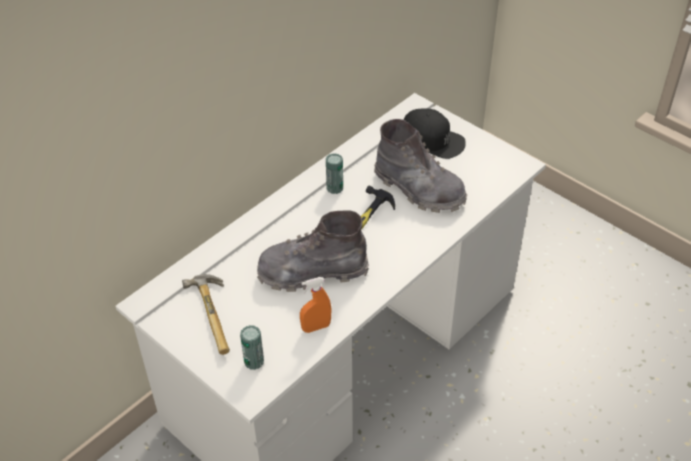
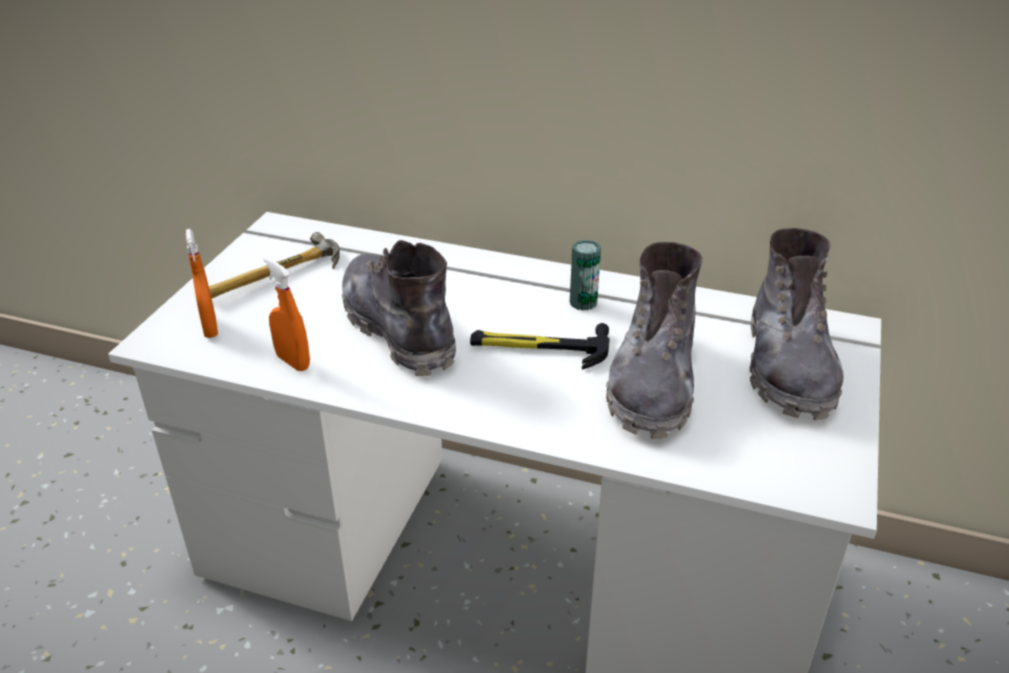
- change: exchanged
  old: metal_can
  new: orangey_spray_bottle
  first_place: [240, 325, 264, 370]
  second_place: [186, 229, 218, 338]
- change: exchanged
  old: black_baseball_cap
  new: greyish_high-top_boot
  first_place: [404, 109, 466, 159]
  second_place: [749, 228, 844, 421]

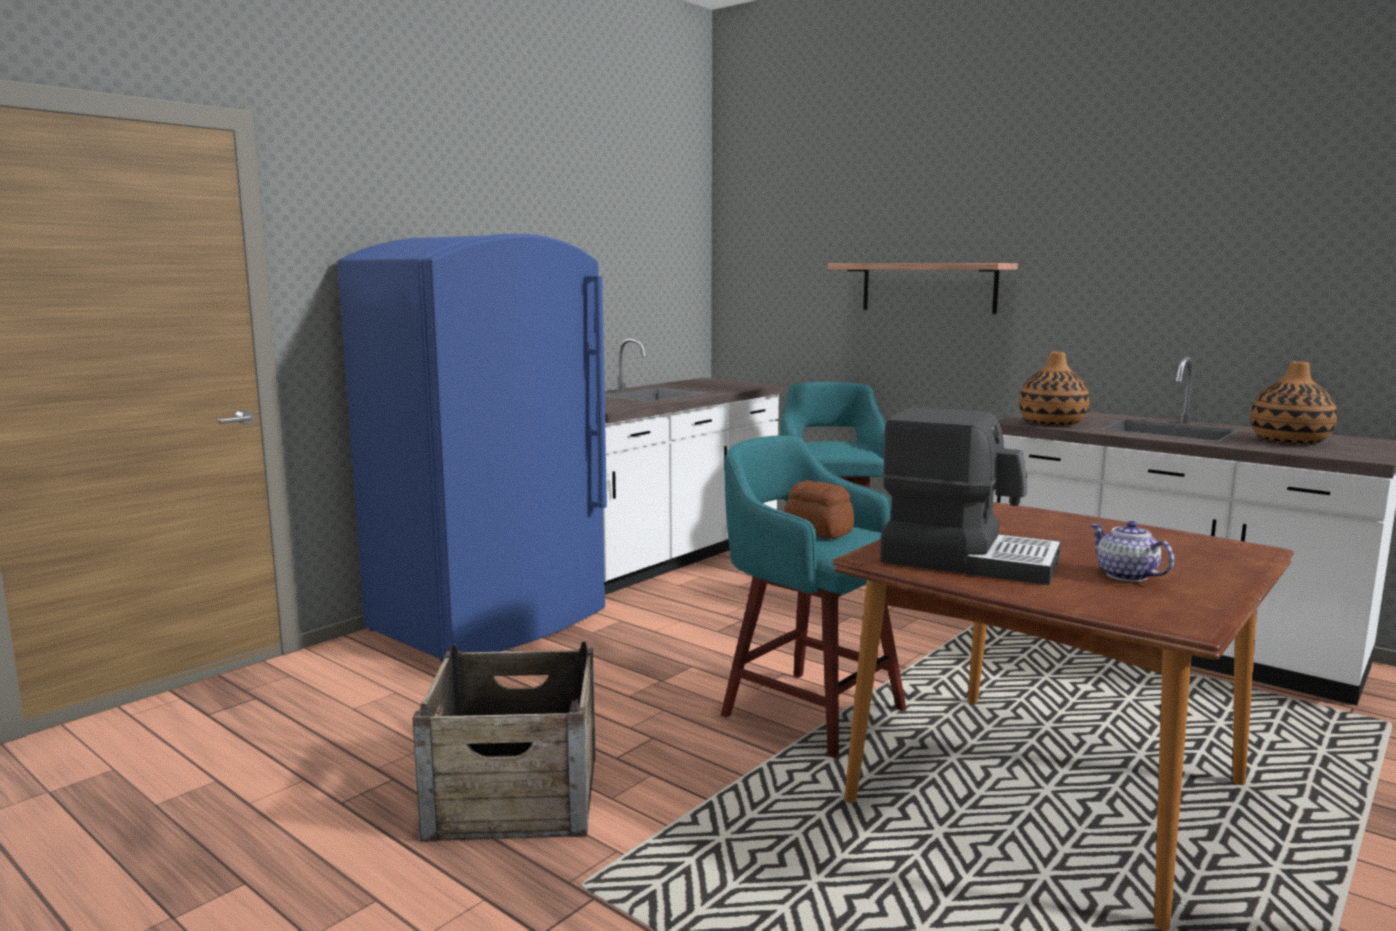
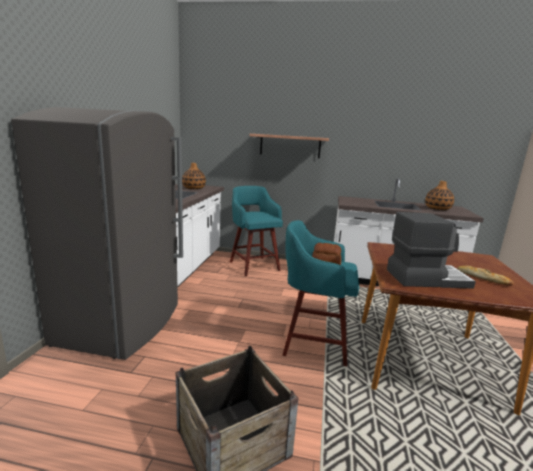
- change: colour
  old: bluish_refrigerator
  new: greyish_refrigerator
  first_place: [337, 234, 607, 661]
  second_place: [11, 107, 183, 360]
- change: relocated
  old: vase
  first_place: [1019, 352, 1090, 425]
  second_place: [182, 163, 206, 189]
- change: exchanged
  old: tea_pot
  new: baked_bread
  first_place: [1090, 521, 1174, 582]
  second_place: [457, 266, 513, 286]

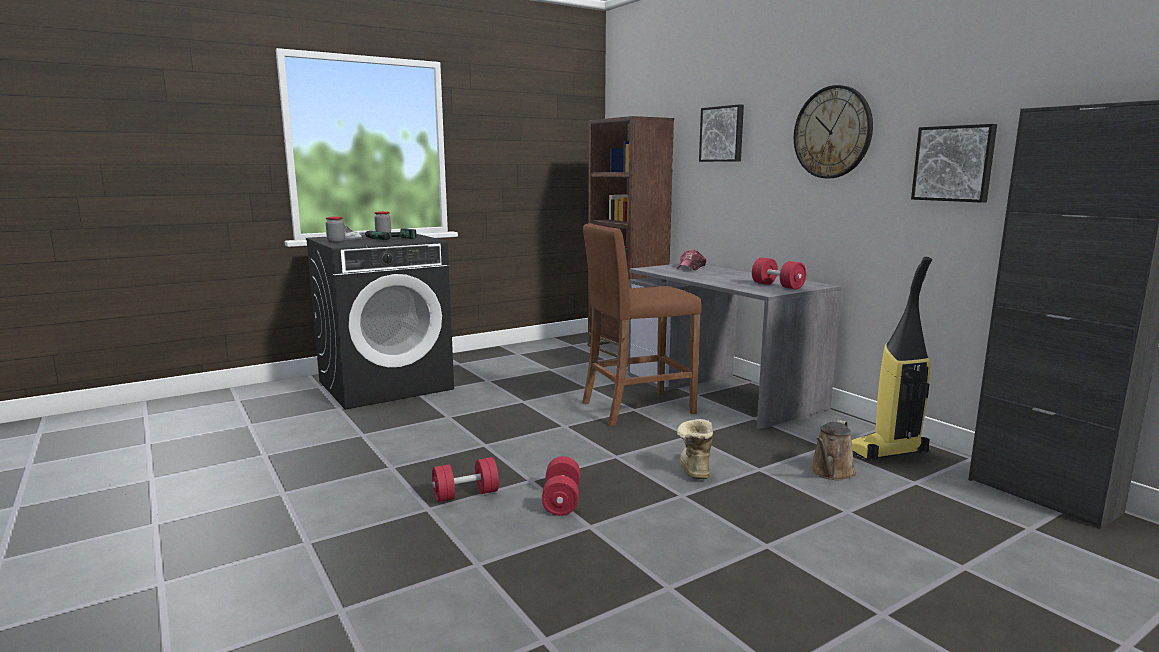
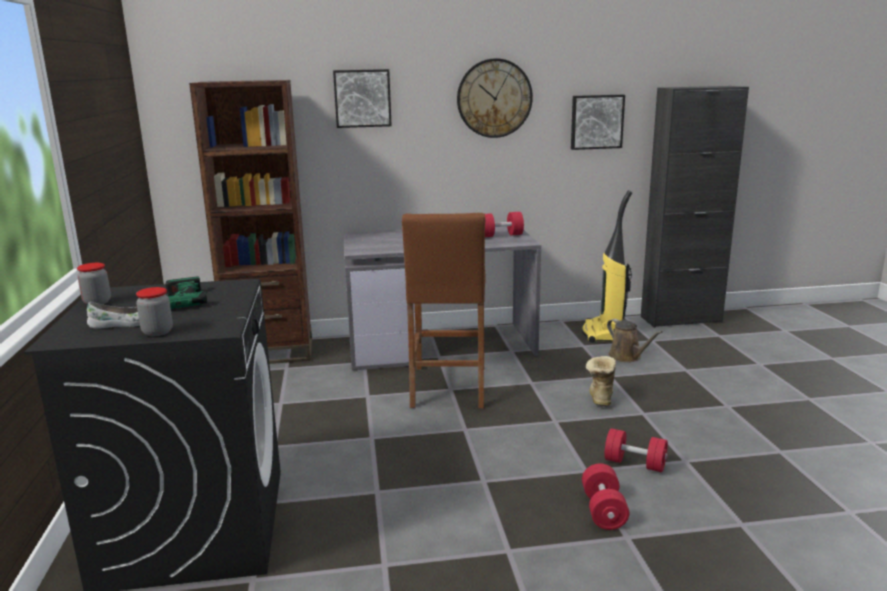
- change: spun
  old: high-top_boot
  first_place: [677, 419, 713, 479]
  second_place: [586, 356, 616, 406]
  degrees: 75
- change: missing
  old: baseball_cap
  first_place: [677, 250, 706, 271]

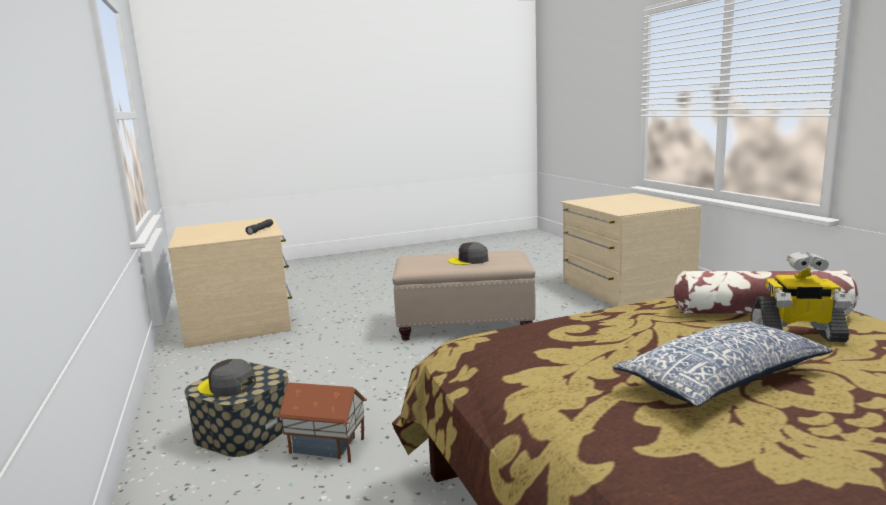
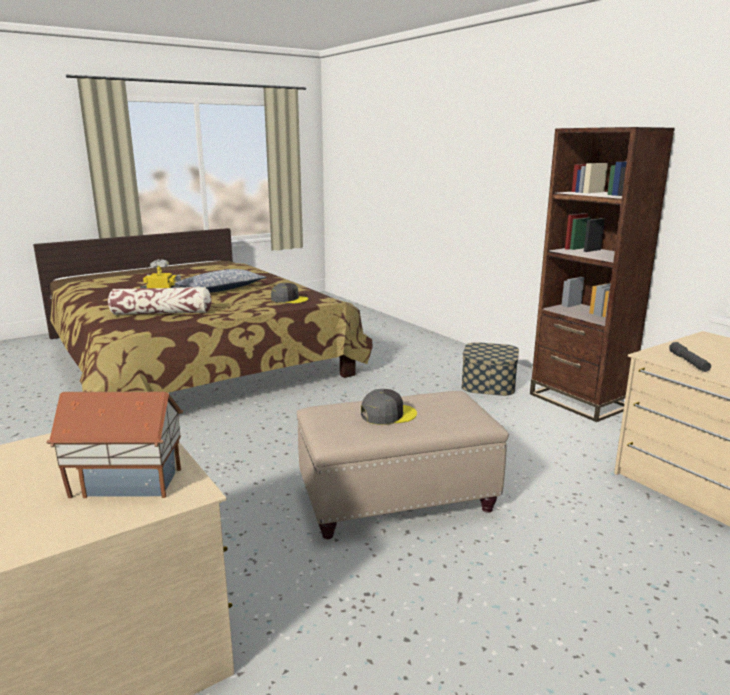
- change: relocated
  old: model_house
  first_place: [277, 382, 367, 463]
  second_place: [46, 392, 183, 498]
- change: relocated
  old: greyish_baseball_cap
  first_place: [198, 359, 256, 397]
  second_place: [271, 283, 308, 303]
- change: appeared
  new: brown-coloured_shelving_unit
  second_place: [530, 127, 675, 422]

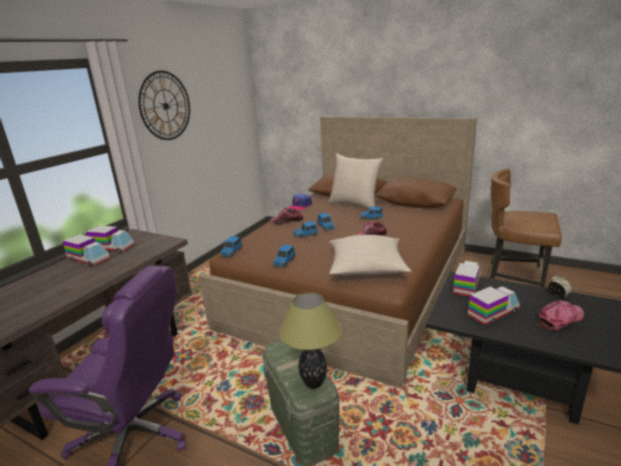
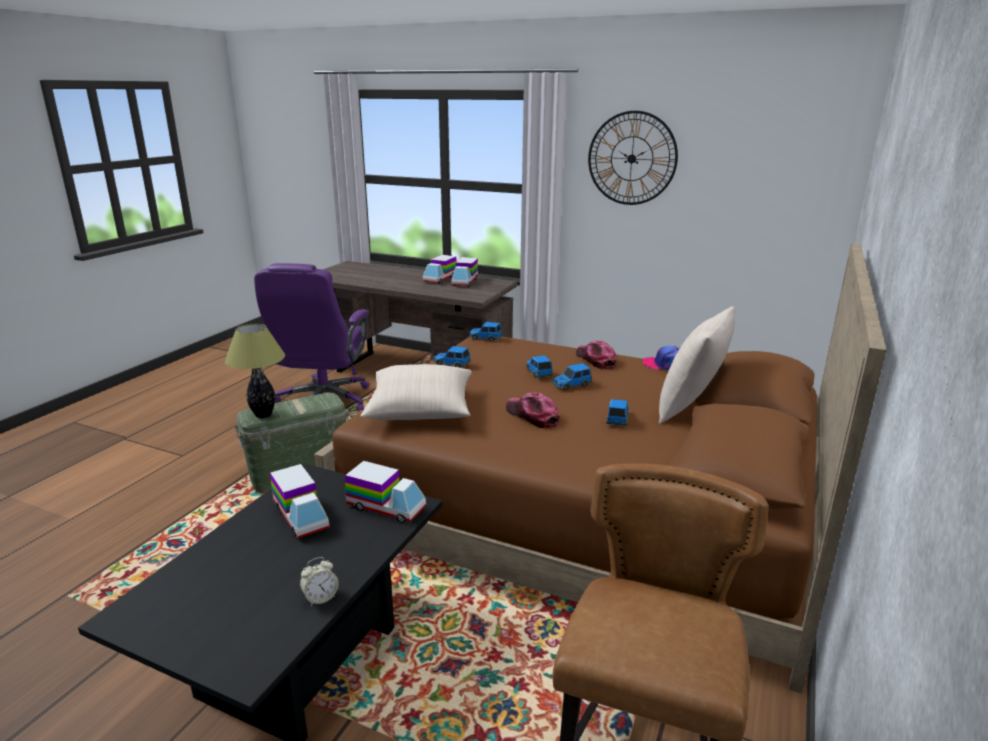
- change: missing
  old: baseball_cap
  first_place: [537, 300, 584, 331]

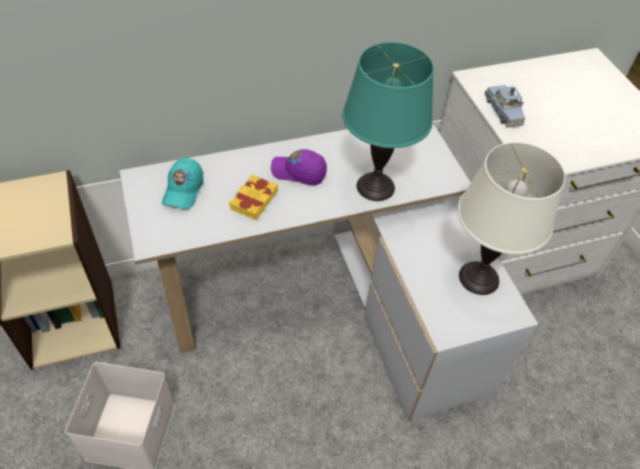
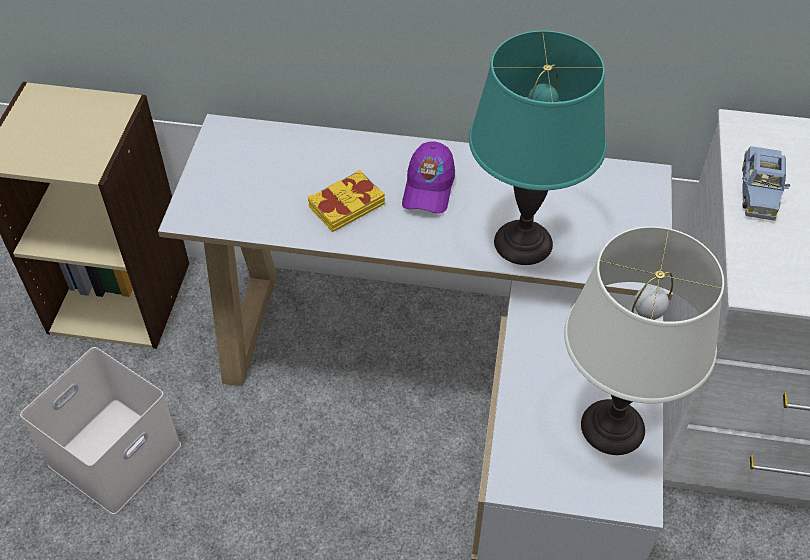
- change: spun
  old: purple_baseball_cap
  first_place: [271, 149, 327, 186]
  second_place: [402, 141, 455, 214]
  degrees: -120
- change: missing
  old: turquoise-coloured_baseball_cap
  first_place: [162, 158, 203, 209]

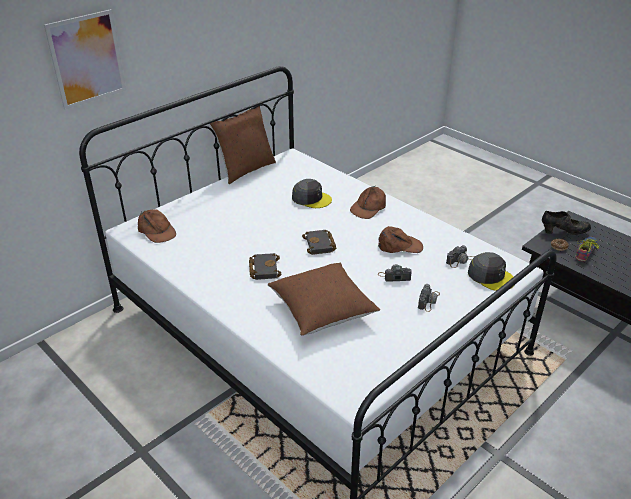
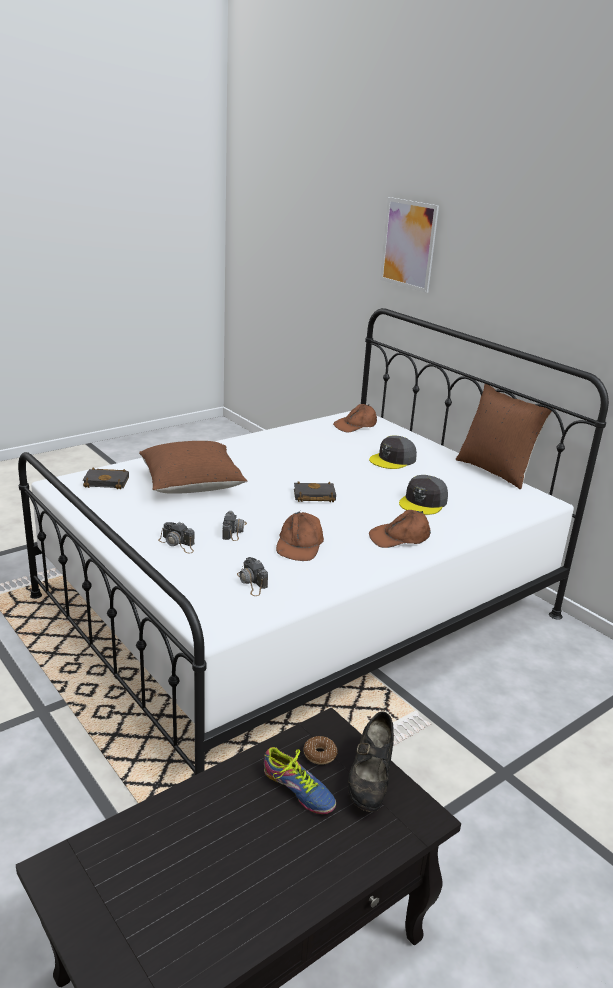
- change: relocated
  old: black_bound_book
  first_place: [249, 253, 282, 280]
  second_place: [83, 468, 129, 489]
- change: relocated
  old: greyish_baseball_cap
  first_place: [468, 252, 514, 291]
  second_place: [369, 436, 417, 469]
- change: spun
  old: brown-coloured_baseball_cap
  first_place: [350, 186, 386, 219]
  second_place: [369, 510, 431, 548]
  degrees: -60

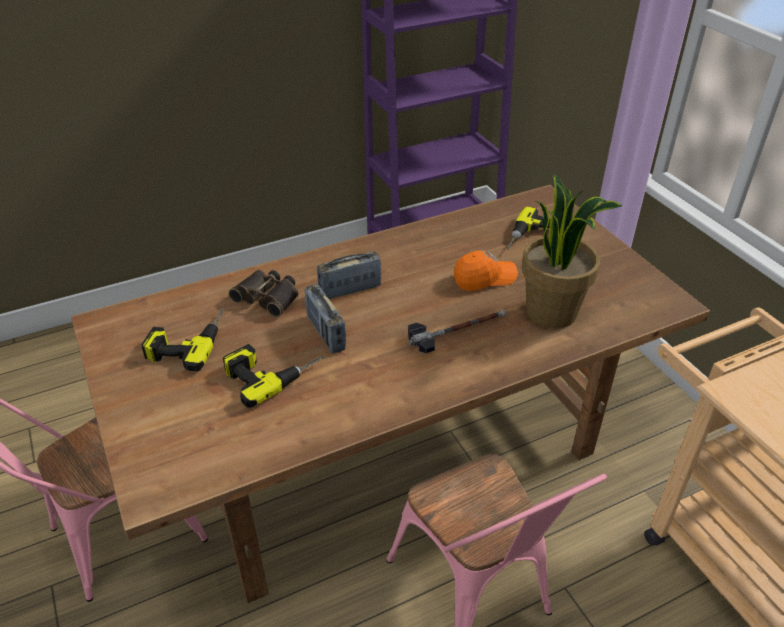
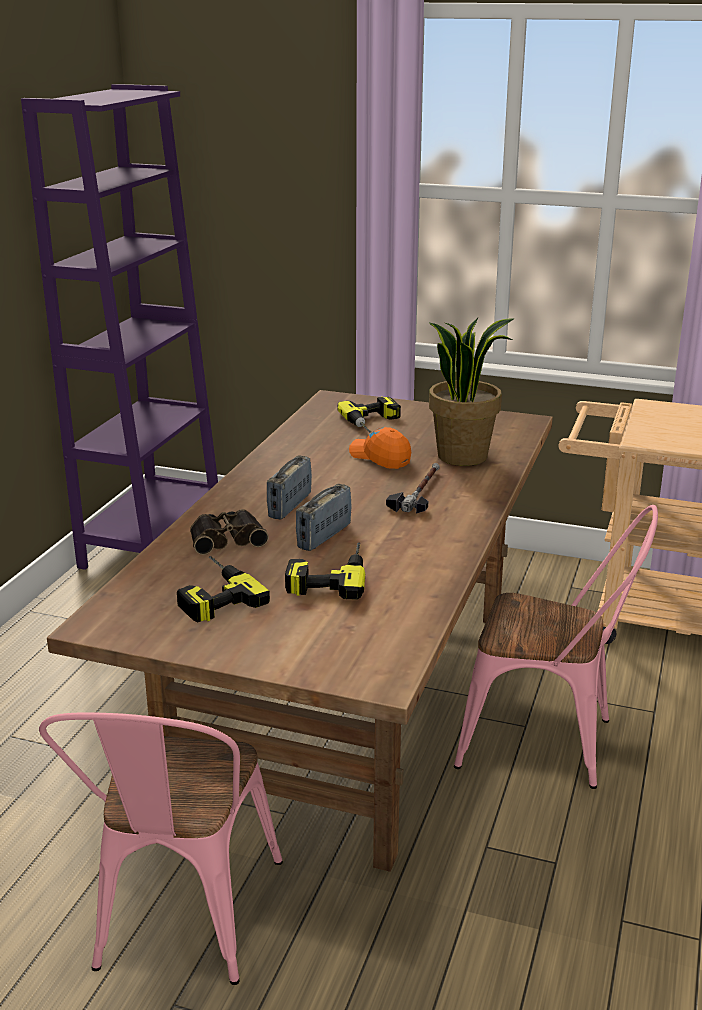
- change: spun
  old: radio
  first_place: [305, 284, 346, 353]
  second_place: [296, 484, 352, 551]
  degrees: 105
- change: spun
  old: orangey_baseball_cap
  first_place: [454, 250, 518, 291]
  second_place: [349, 427, 411, 469]
  degrees: -75

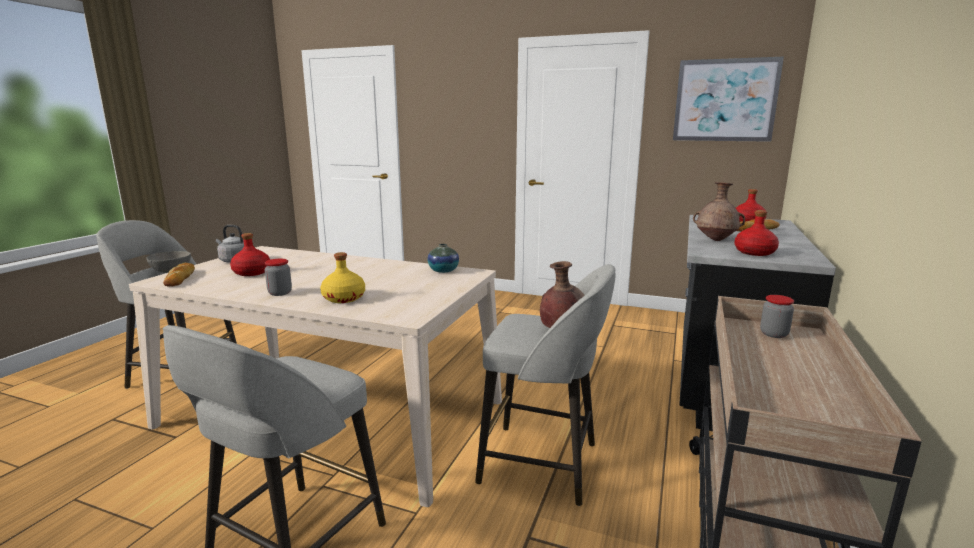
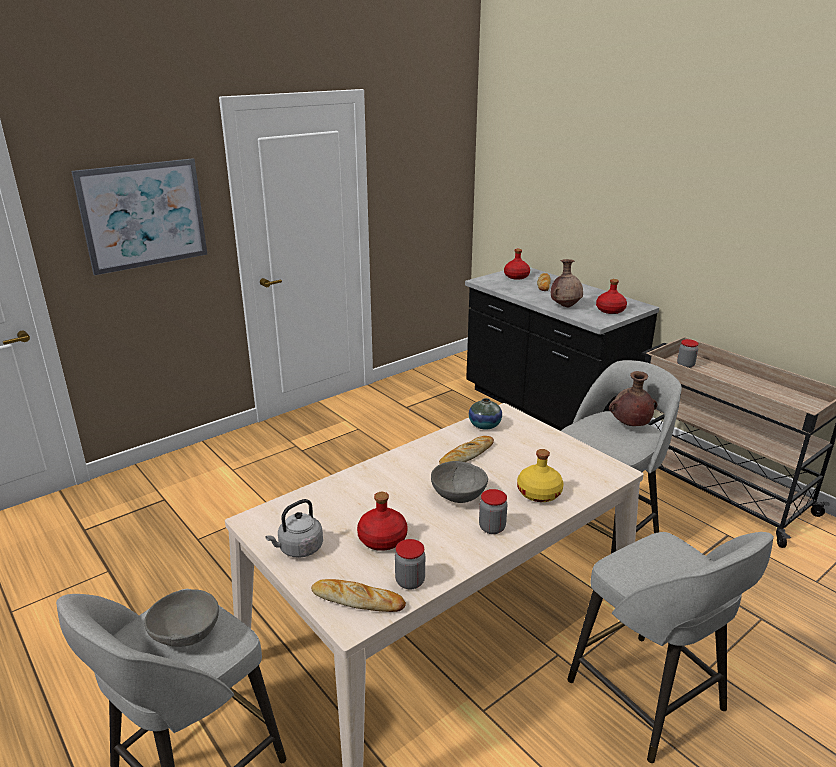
- change: relocated
  old: wall_picture
  first_place: [673, 57, 784, 142]
  second_place: [71, 158, 208, 275]
- change: appeared
  new: jar
  second_place: [395, 539, 425, 589]
- change: appeared
  new: greyish_bowl
  second_place: [431, 461, 488, 503]
- change: appeared
  new: baked_bread
  second_place: [439, 436, 494, 464]

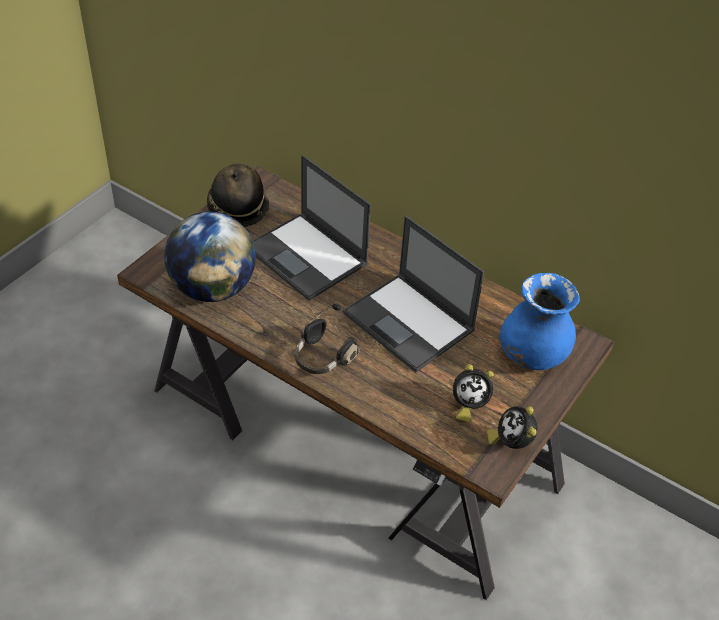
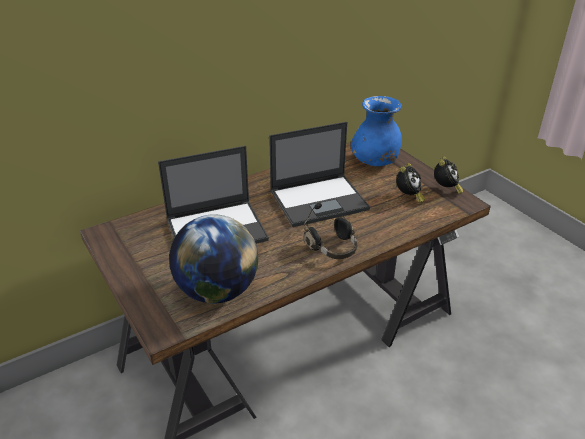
- change: spun
  old: table_clock
  first_place: [487, 406, 538, 449]
  second_place: [434, 157, 463, 194]
  degrees: -90
- change: missing
  old: hat
  first_place: [207, 163, 269, 227]

